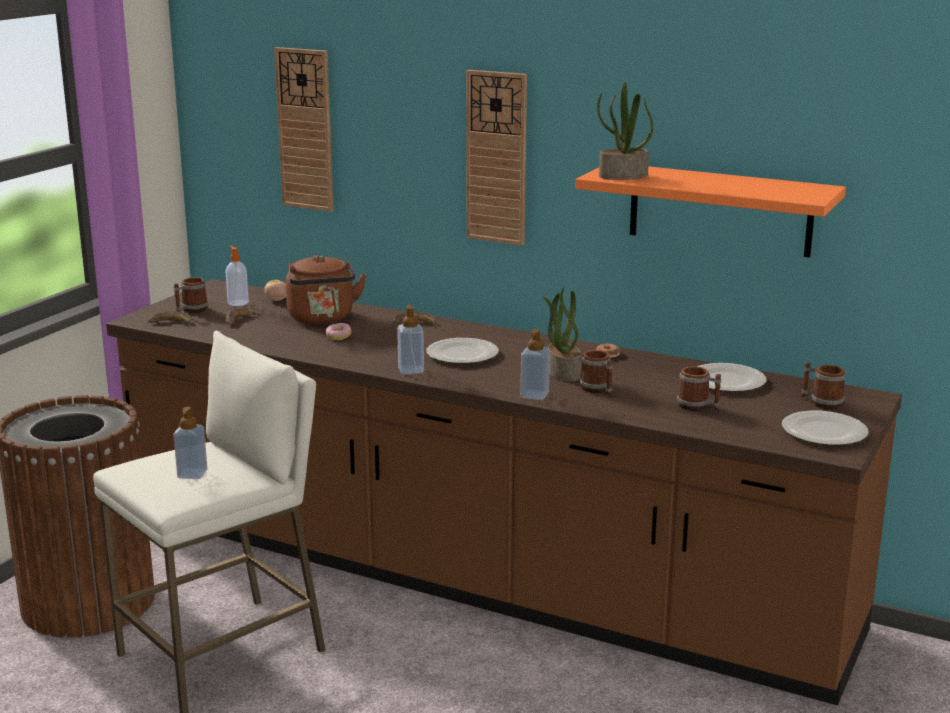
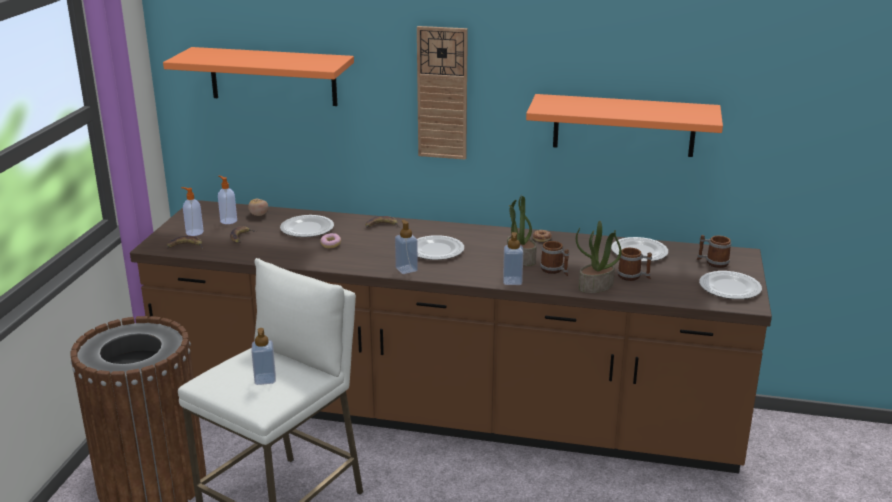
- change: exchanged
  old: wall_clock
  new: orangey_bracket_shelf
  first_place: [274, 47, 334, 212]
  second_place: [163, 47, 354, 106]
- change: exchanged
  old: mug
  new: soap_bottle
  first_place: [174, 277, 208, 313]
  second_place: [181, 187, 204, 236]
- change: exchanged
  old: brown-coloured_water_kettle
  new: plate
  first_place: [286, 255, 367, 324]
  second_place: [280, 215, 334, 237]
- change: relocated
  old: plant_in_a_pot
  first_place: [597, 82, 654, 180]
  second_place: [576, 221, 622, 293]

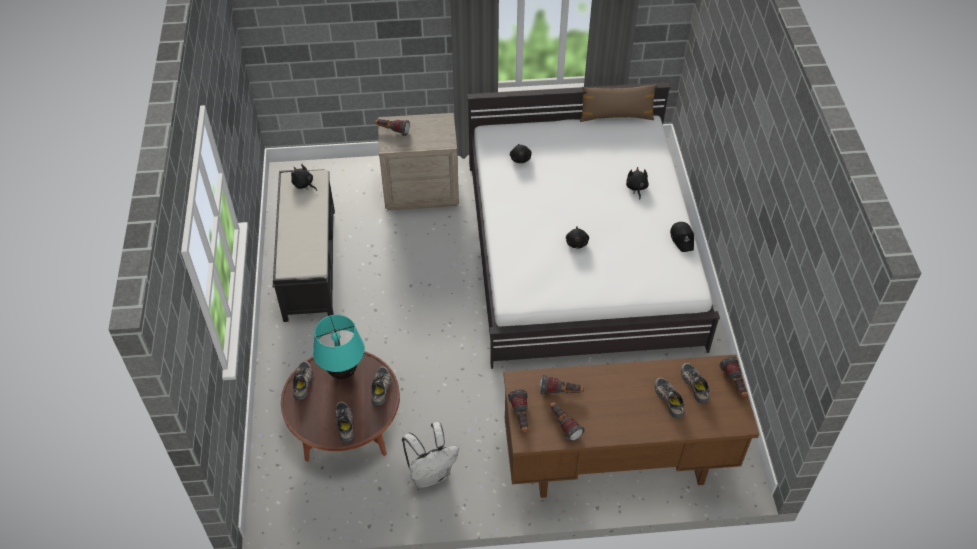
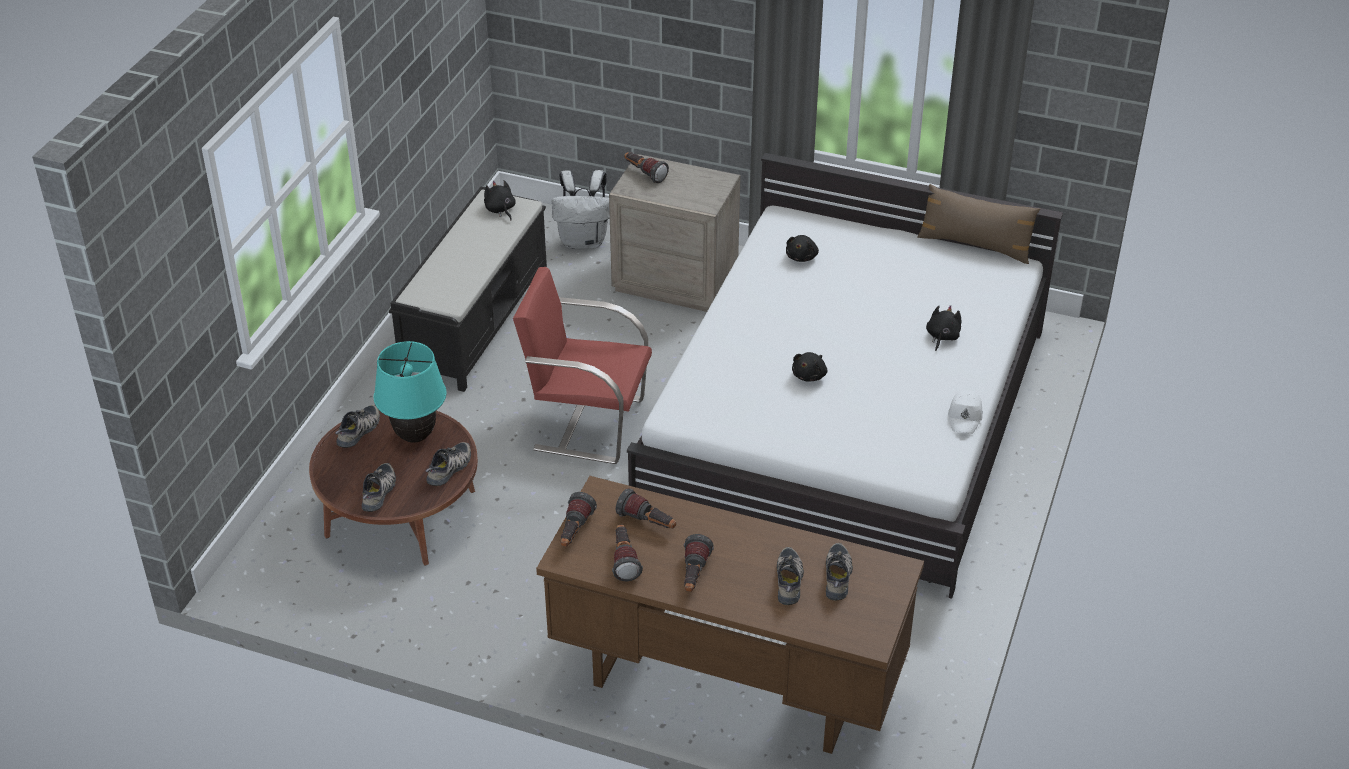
- change: appeared
  new: red-coloured_chair
  second_place: [513, 267, 652, 464]
- change: relocated
  old: whitish_rucksack
  first_place: [402, 422, 459, 488]
  second_place: [552, 170, 610, 249]
- change: relocated
  old: flashlight
  first_place: [719, 357, 747, 397]
  second_place: [684, 534, 714, 592]
- change: colour
  old: black_baseball_cap
  new: whitish_baseball_cap
  first_place: [670, 222, 694, 252]
  second_place: [948, 390, 983, 434]

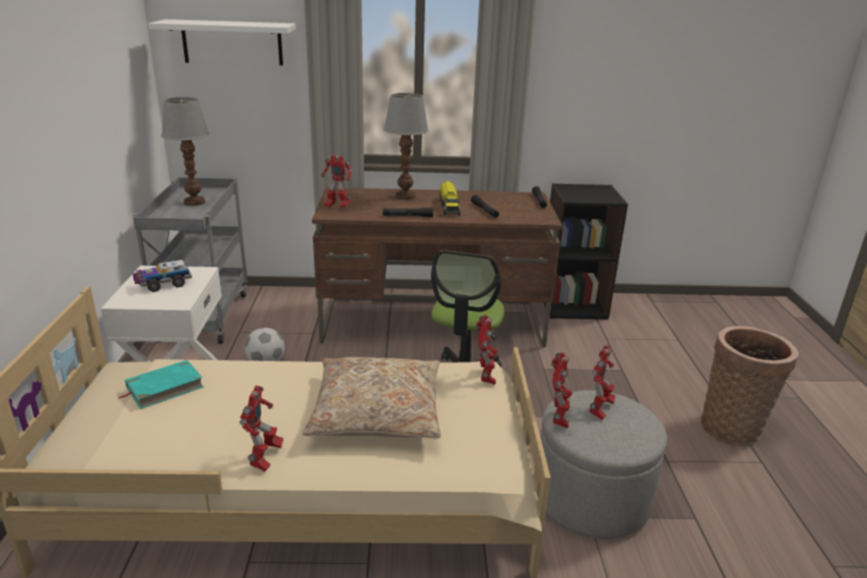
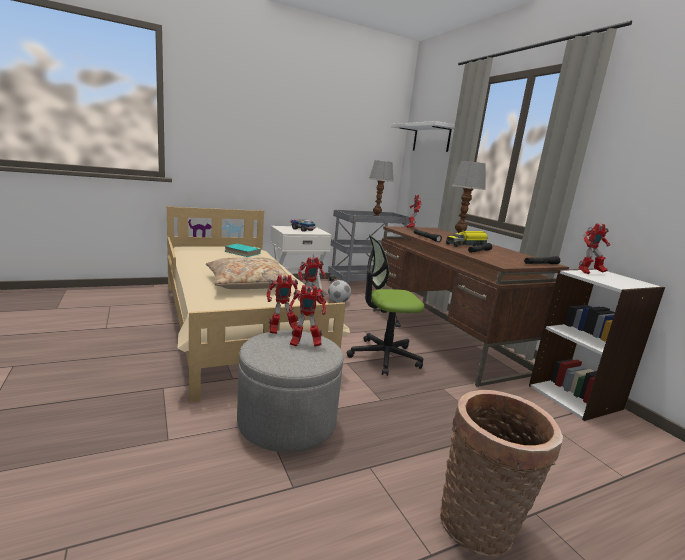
- change: colour
  old: black_shelving_unit
  new: whitish_shelving_unit
  first_place: [544, 183, 628, 320]
  second_place: [529, 269, 665, 421]
- change: relocated
  old: toy_robot
  first_place: [240, 385, 284, 472]
  second_place: [578, 223, 610, 274]

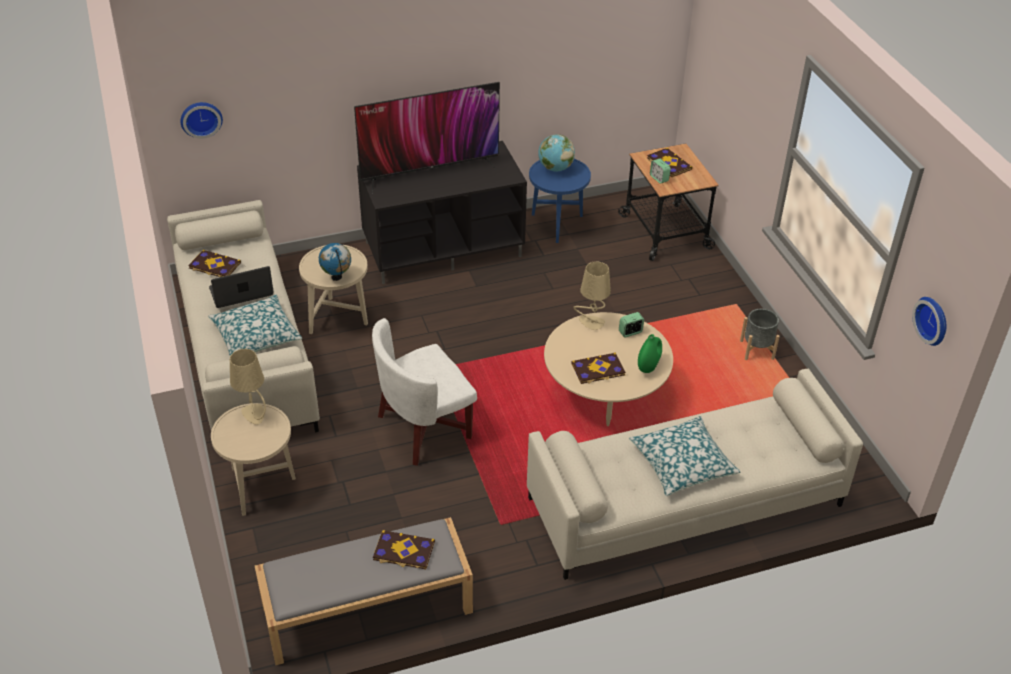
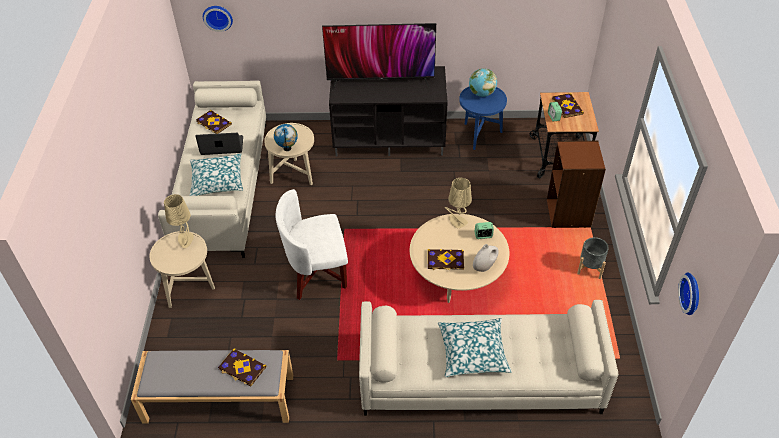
- change: colour
  old: greenish_vase
  new: whitish_vase
  first_place: [638, 334, 662, 373]
  second_place: [473, 244, 499, 272]
- change: appeared
  new: brown-coloured_shelving_unit
  second_place: [547, 141, 606, 228]

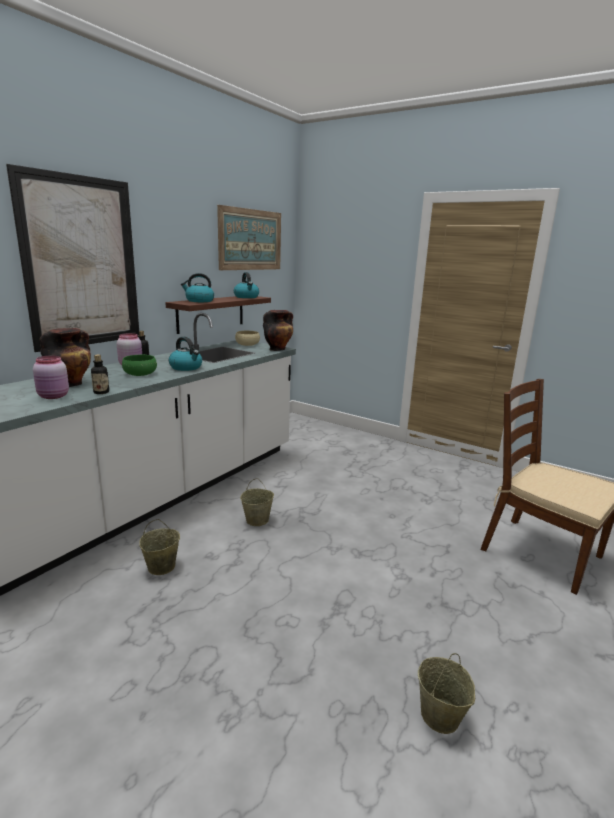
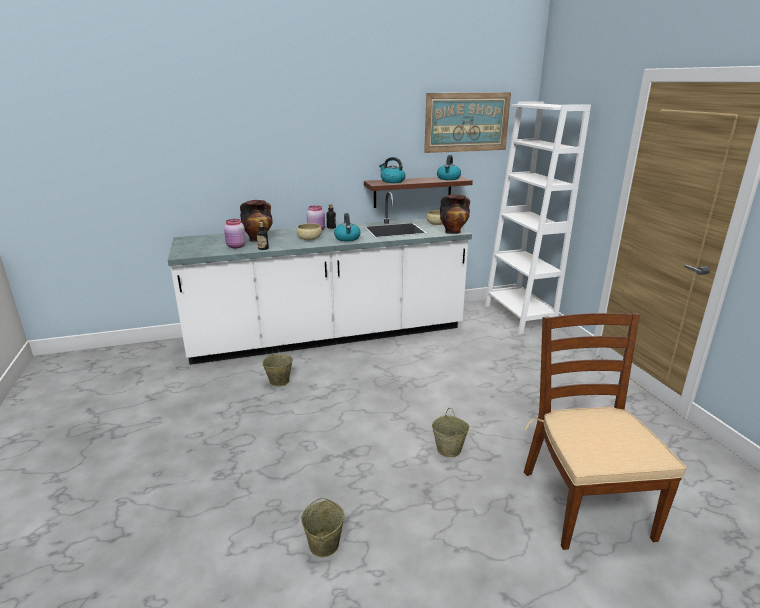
- change: colour
  old: greenish_bowl
  new: beige_bowl
  first_place: [122, 355, 157, 376]
  second_place: [296, 223, 322, 240]
- change: relocated
  old: beige_water_bucket
  first_place: [240, 478, 274, 526]
  second_place: [432, 408, 469, 457]
- change: appeared
  new: whitish_shelving_unit
  second_place: [485, 101, 591, 335]
- change: missing
  old: wall_picture
  first_place: [6, 164, 139, 352]

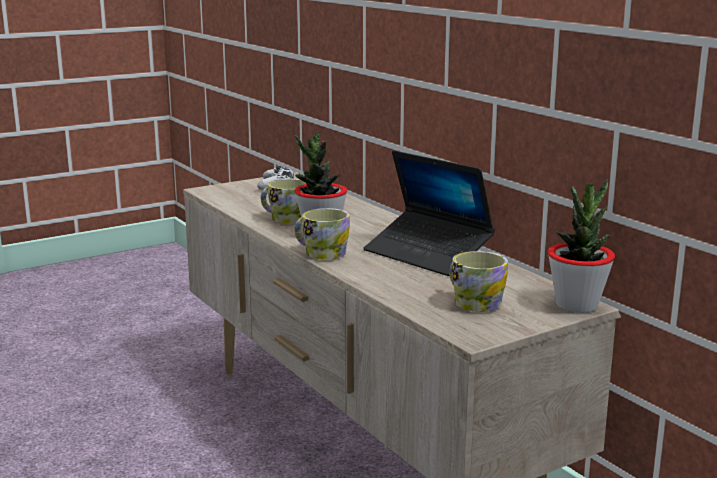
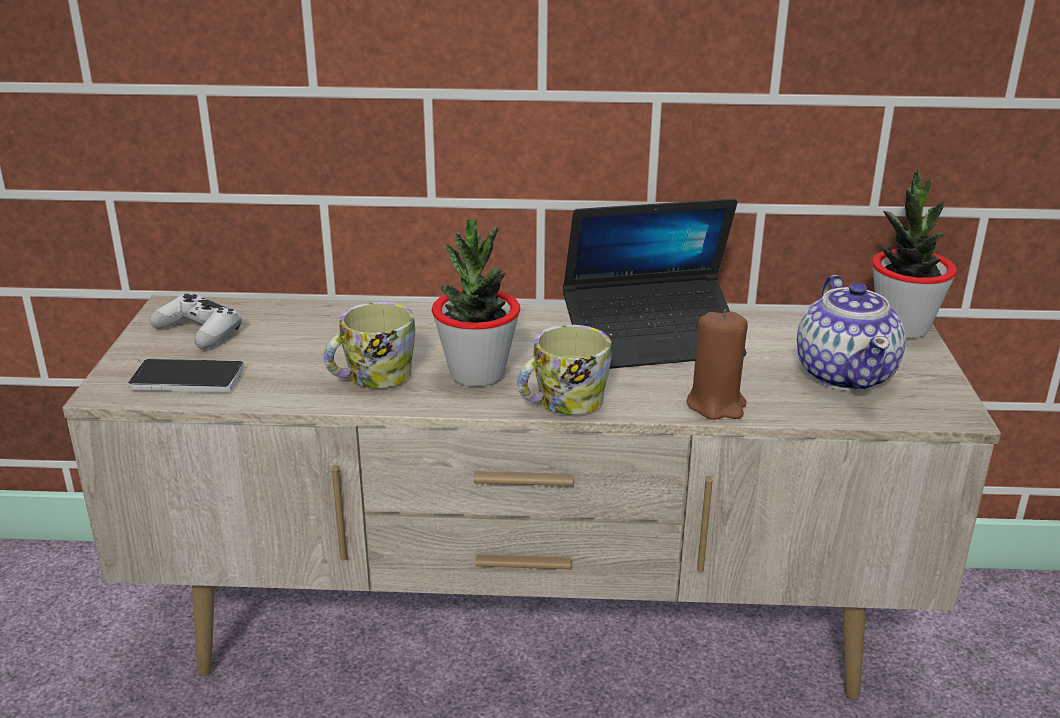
- change: appeared
  new: phone
  second_place: [128, 359, 244, 392]
- change: appeared
  new: brown-coloured_candle
  second_place: [686, 310, 748, 420]
- change: exchanged
  old: mug
  new: tea_pot
  first_place: [450, 251, 508, 312]
  second_place: [797, 275, 906, 391]

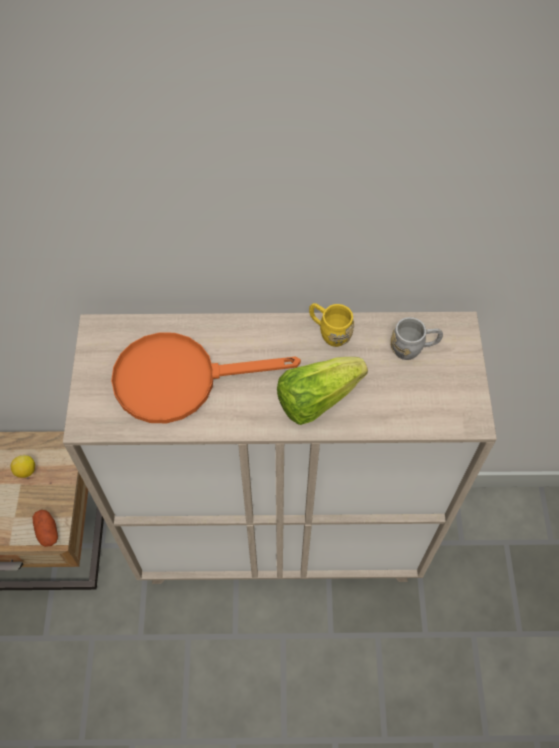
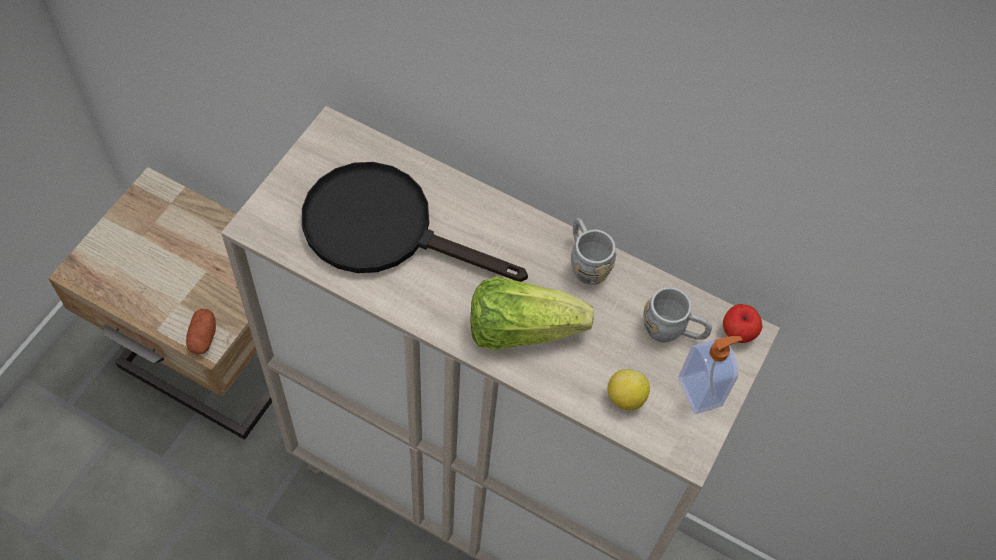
- change: colour
  old: orangey_frying_pan
  new: black_frying_pan
  first_place: [111, 332, 301, 423]
  second_place: [302, 162, 528, 282]
- change: colour
  old: yellowish_mug
  new: greyish_mug
  first_place: [309, 303, 354, 347]
  second_place: [571, 218, 616, 285]
- change: relocated
  old: whole_lemon
  first_place: [11, 455, 35, 478]
  second_place: [608, 369, 650, 410]
- change: appeared
  new: soap_bottle
  second_place: [678, 336, 743, 414]
- change: appeared
  new: whole_apple
  second_place: [723, 304, 763, 343]

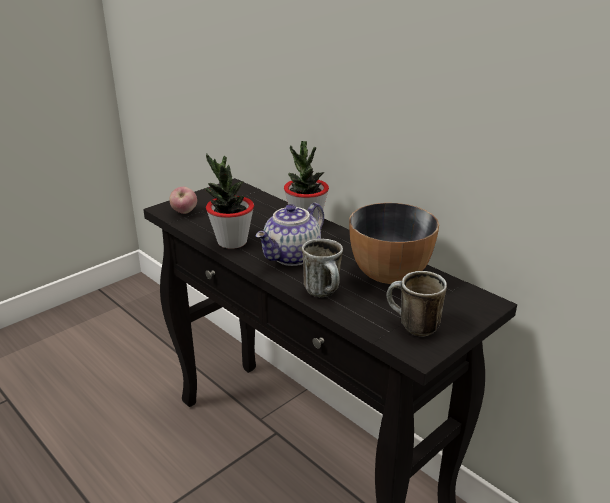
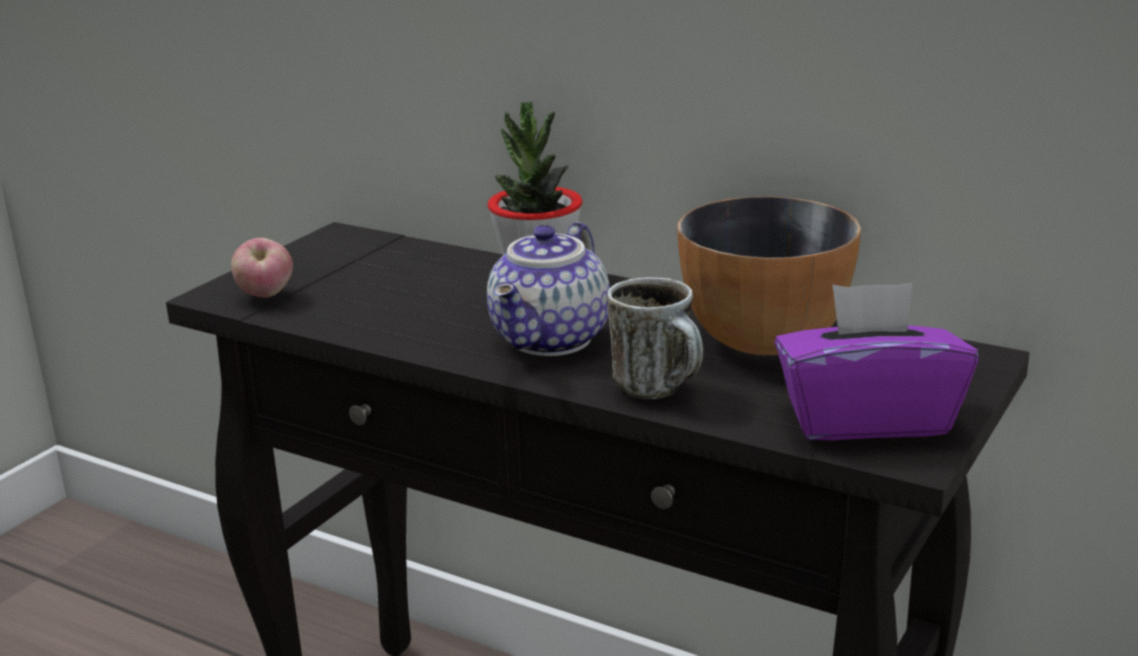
- change: exchanged
  old: mug
  new: purple_tissue_holder
  first_place: [387, 271, 447, 337]
  second_place: [774, 283, 979, 441]
- change: missing
  old: plant_in_a_pot
  first_place: [205, 154, 254, 249]

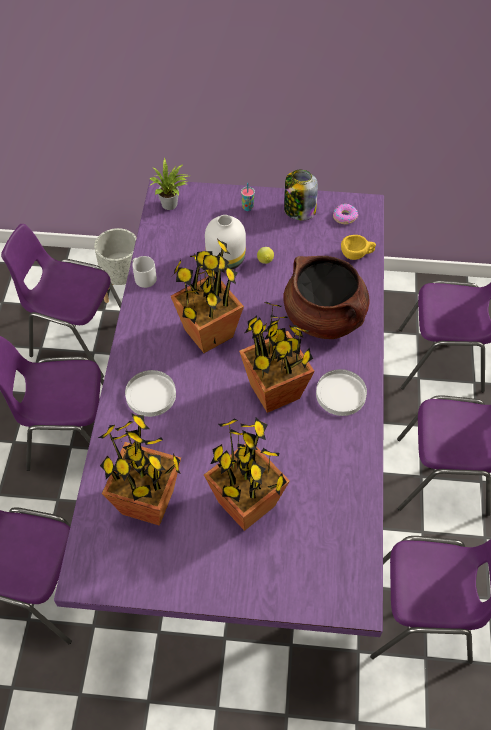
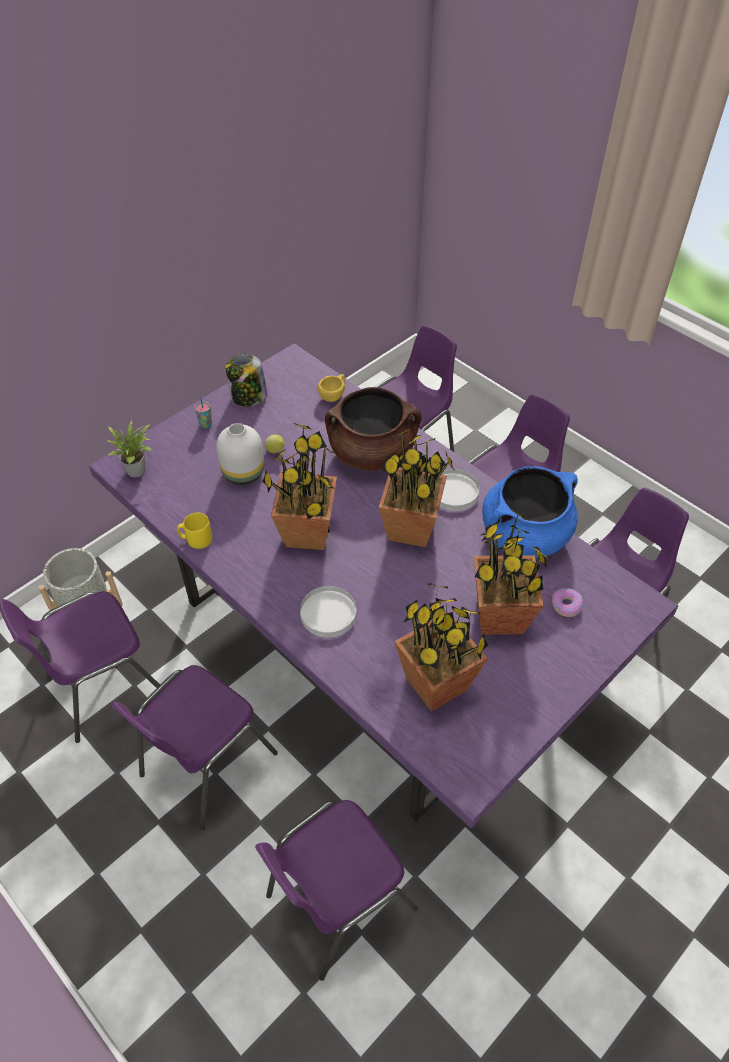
- change: colour
  old: greyish_mug
  new: yellowish_mug
  first_place: [132, 256, 157, 288]
  second_place: [177, 513, 212, 549]
- change: appeared
  new: bluish_stockpot
  second_place: [482, 466, 578, 558]
- change: relocated
  old: ring_doughnut
  first_place: [333, 204, 358, 224]
  second_place: [552, 588, 583, 617]

